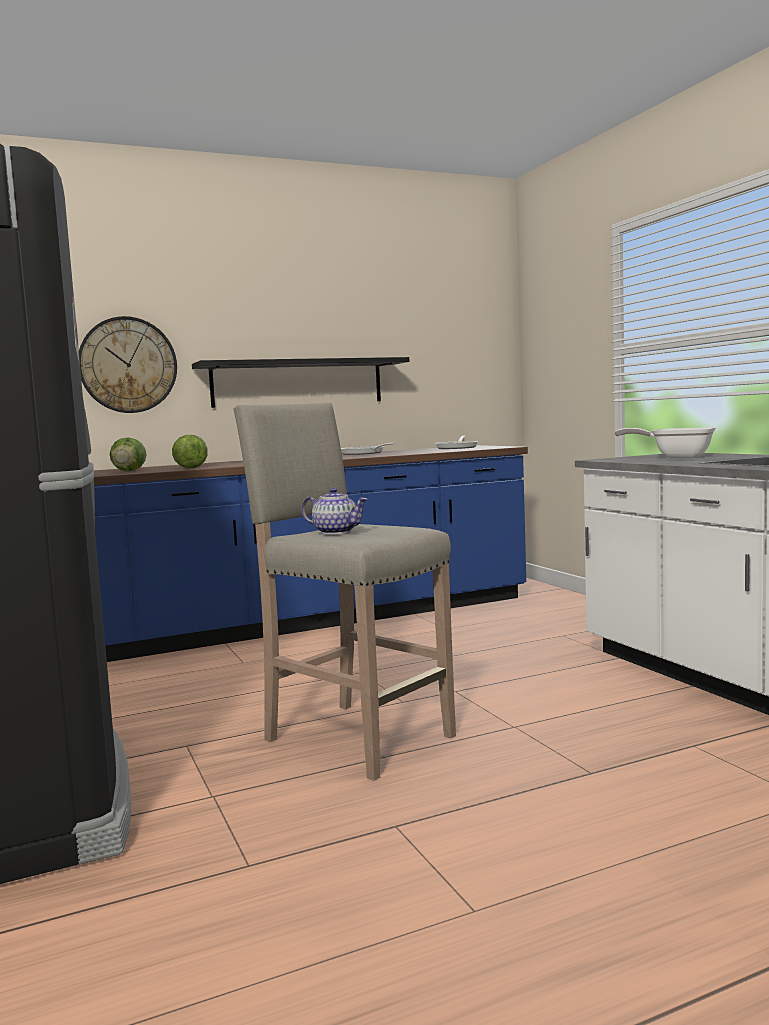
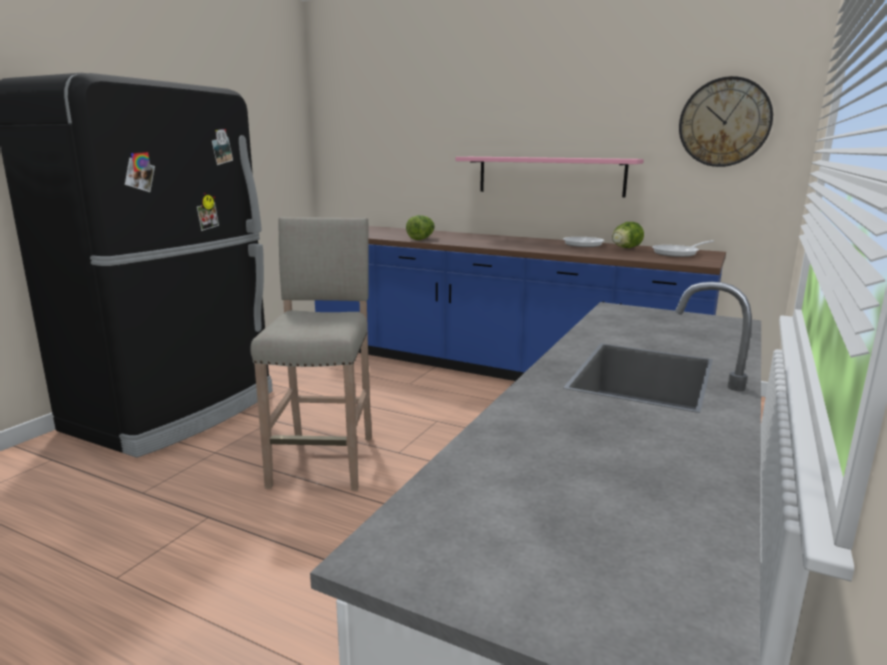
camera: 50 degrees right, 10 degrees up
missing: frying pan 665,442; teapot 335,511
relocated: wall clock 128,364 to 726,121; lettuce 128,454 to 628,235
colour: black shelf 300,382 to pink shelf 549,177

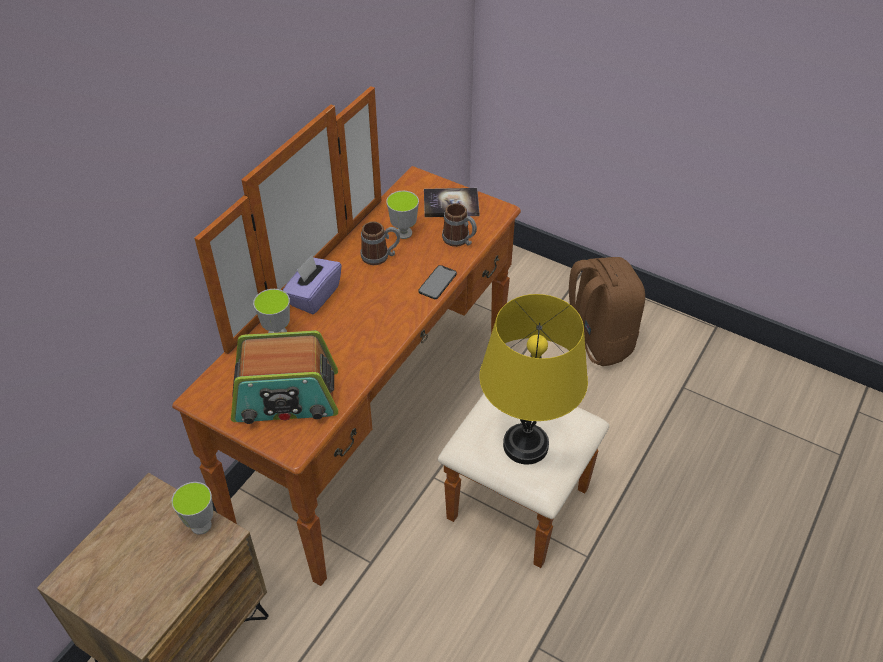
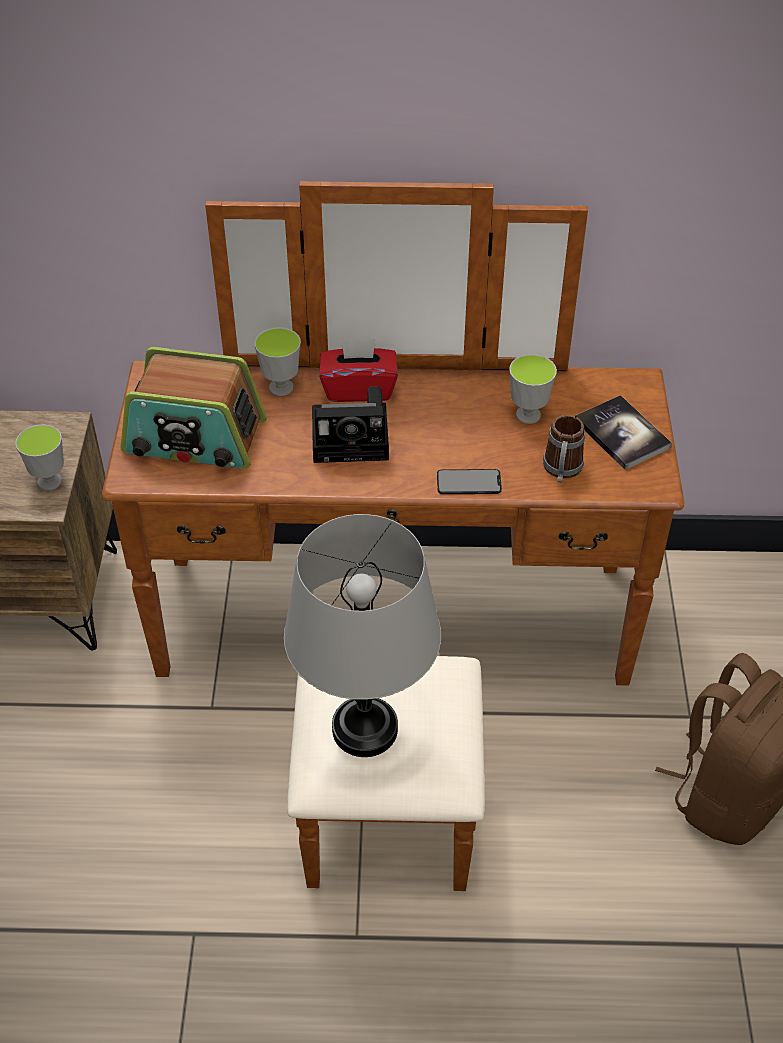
camera: 60 degrees right, 0 degrees up
missing: mug 380,243
appeared: photo camera 350,425
colour: purple tissue box 312,284 to red tissue box 358,370; yellow table lamp 533,379 to grey table lamp 362,635
spun: radio 284,377 = 194,408 45 degrees counterclockwise

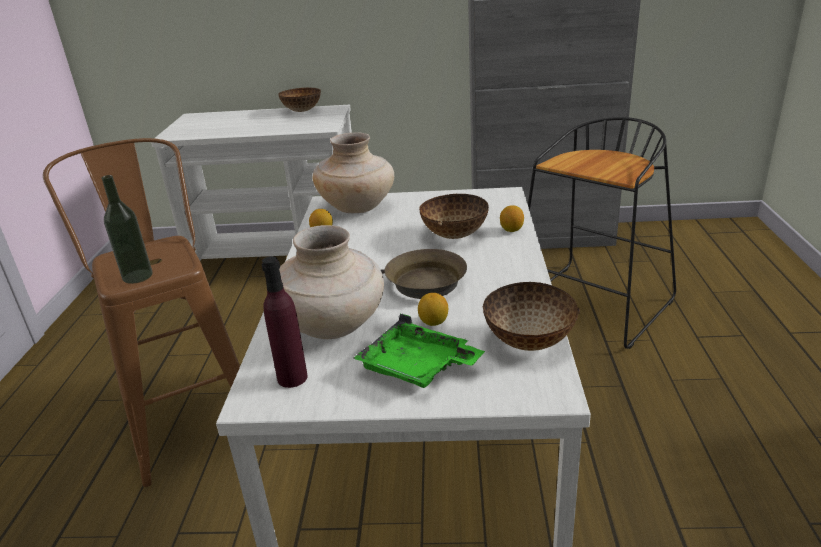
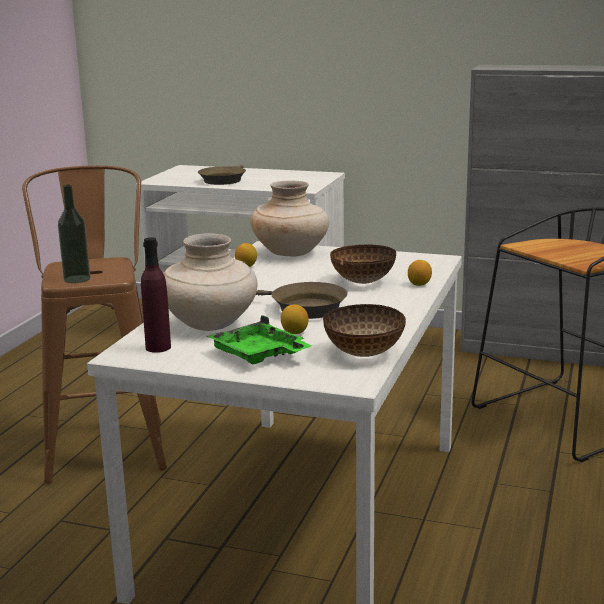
camera: 15 degrees right, 10 degrees down
missing: bowl 299,100
appeared: brown frying pan 222,175

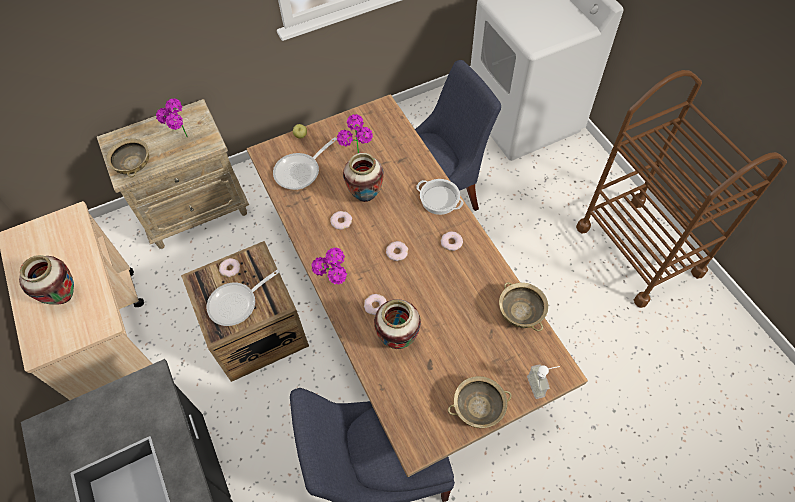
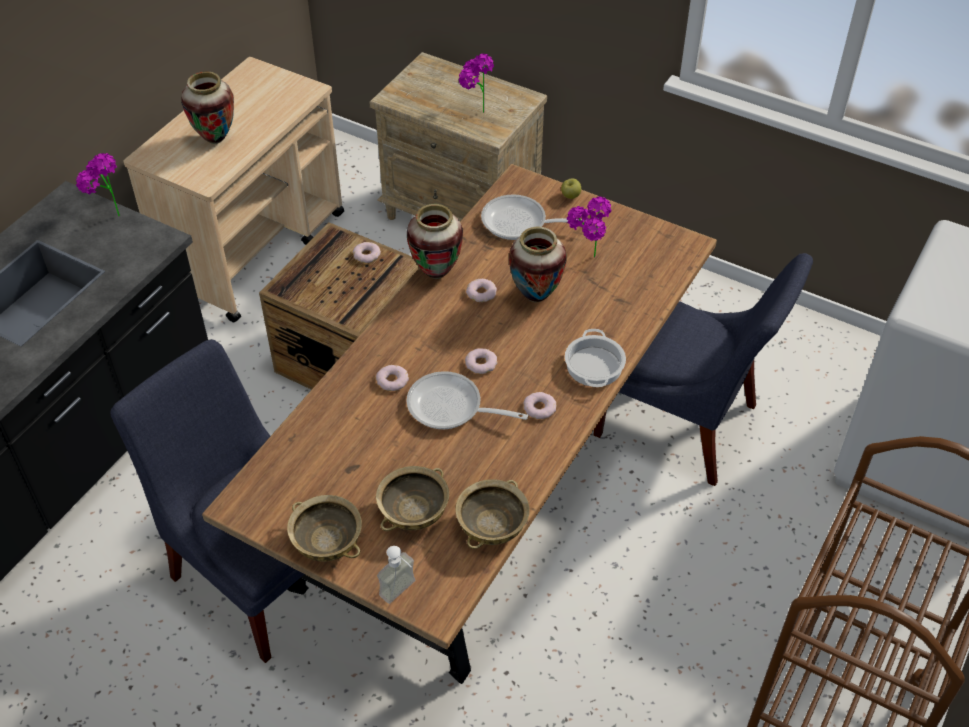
camera: 55 degrees right, 10 degrees down
relocated: beige bowl 128,157 to 412,498; potted plant 329,266 to 98,184; frying pan 243,297 to 467,400; vase 397,324 to 435,241

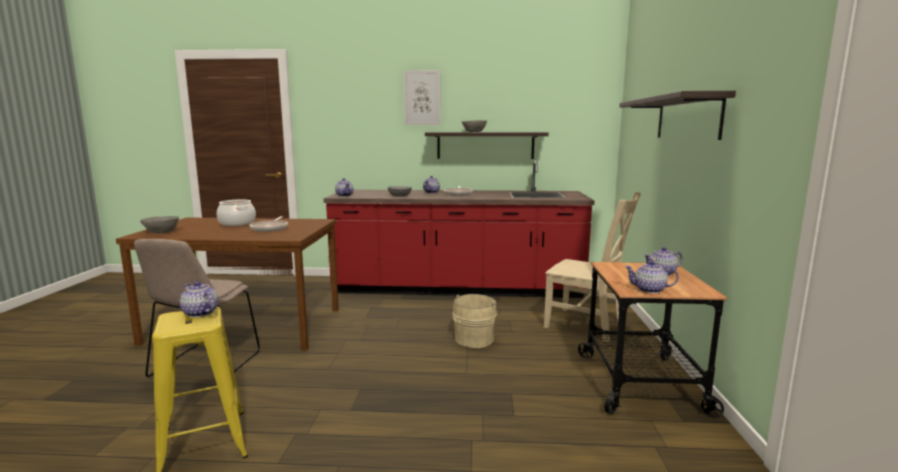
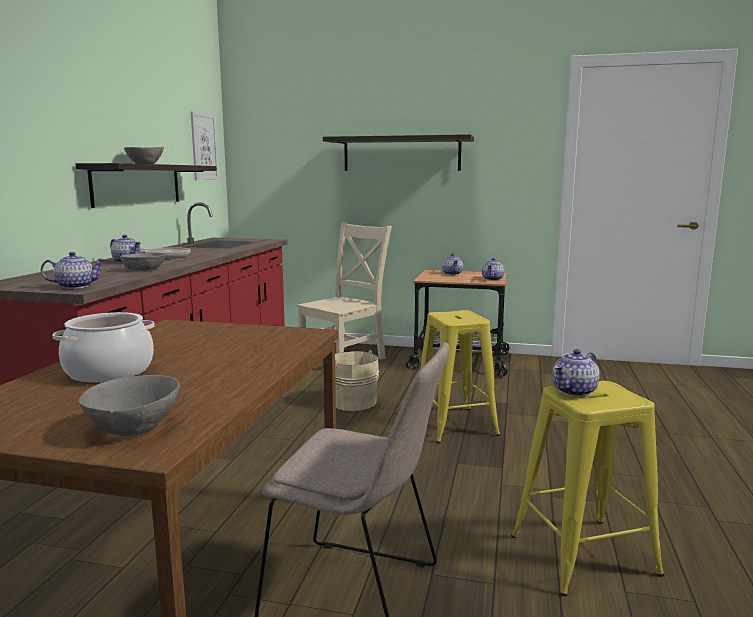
camera: 80 degrees left, 0 degrees up
missing: frying pan 268,224
appeared: yellow stool 460,376
relocated: picture 422,97 to 205,145

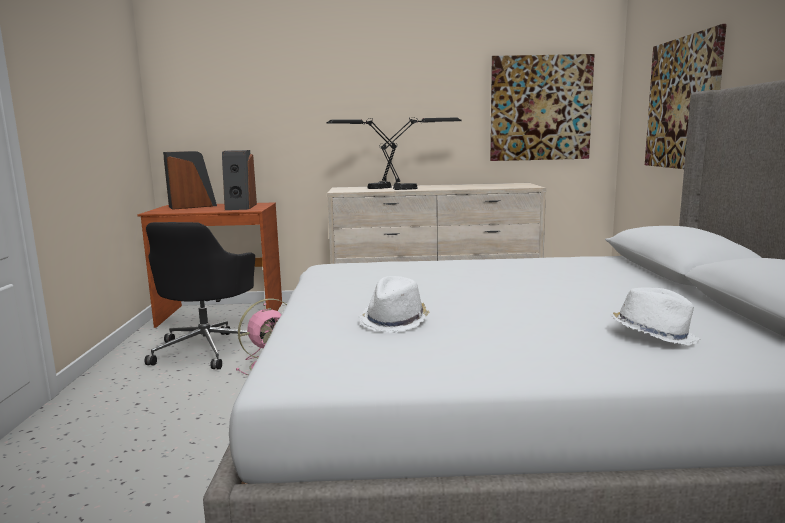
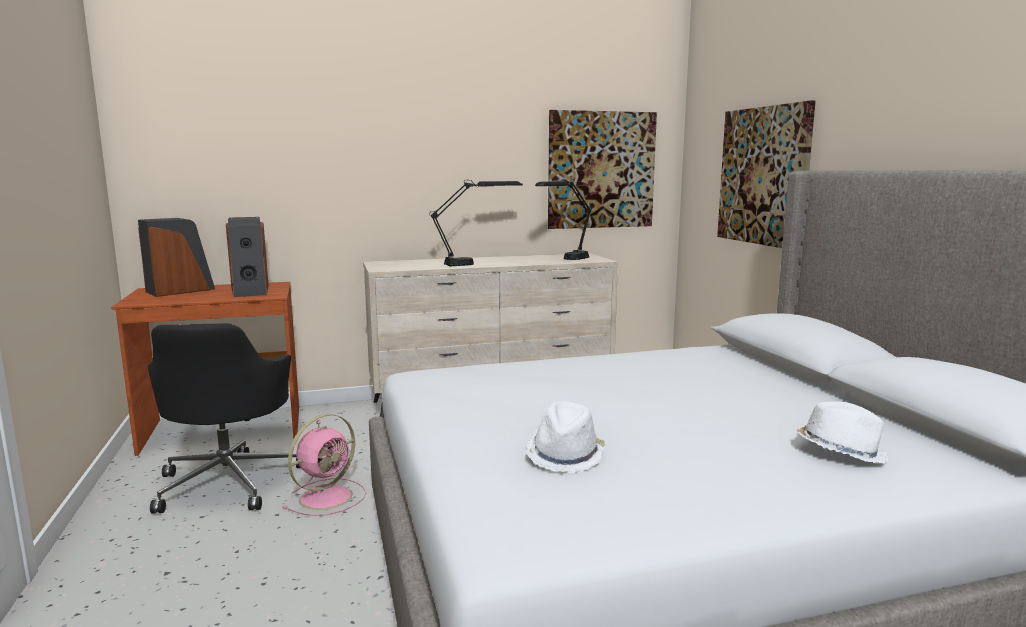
camera: 15 degrees left, 0 degrees up
relocated: black table lamp 361,153 to 563,219

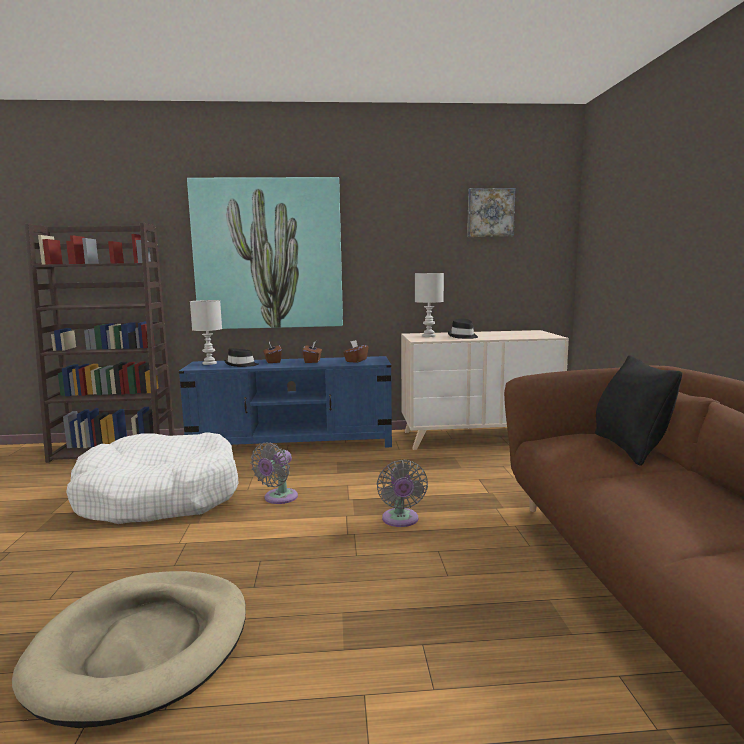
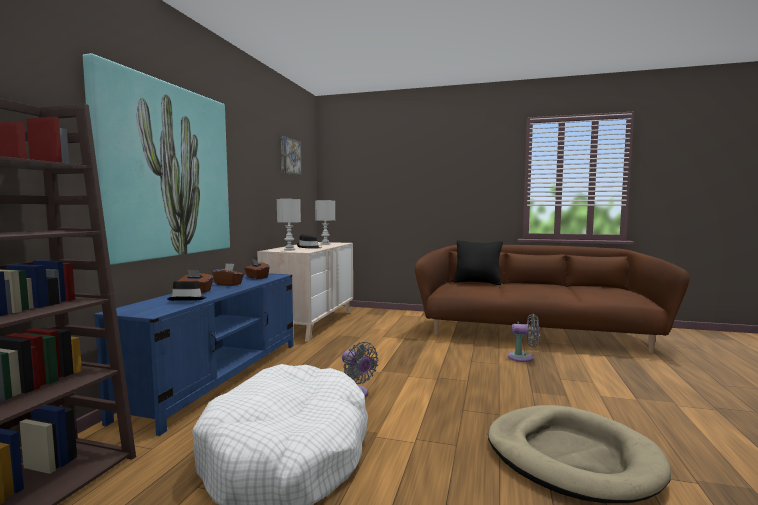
camera: 70 degrees left, 5 degrees down
relocated: white table lamp 206,332 to 325,222; grey fan 402,493 to 523,338

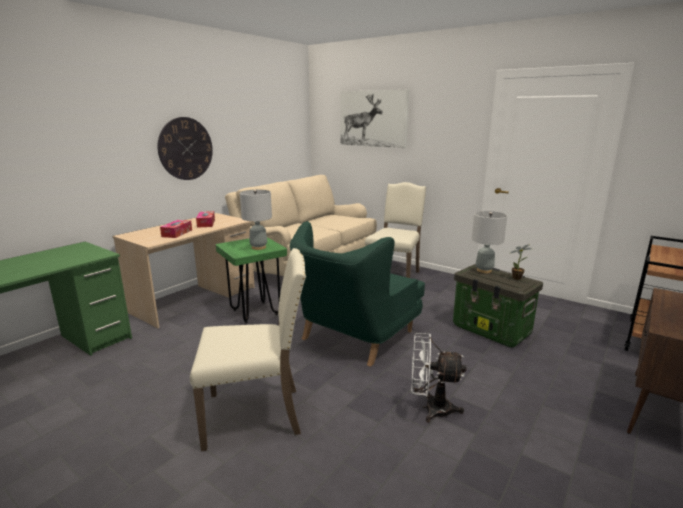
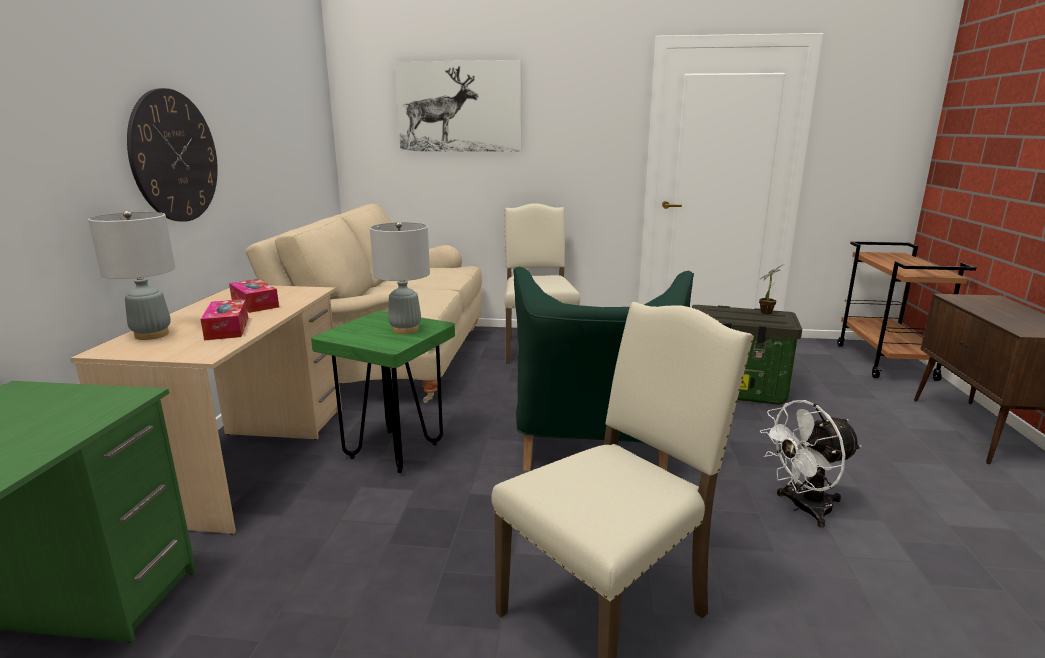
camera: 30 degrees left, 0 degrees up
relocated: grey table lamp 489,242 to 131,275

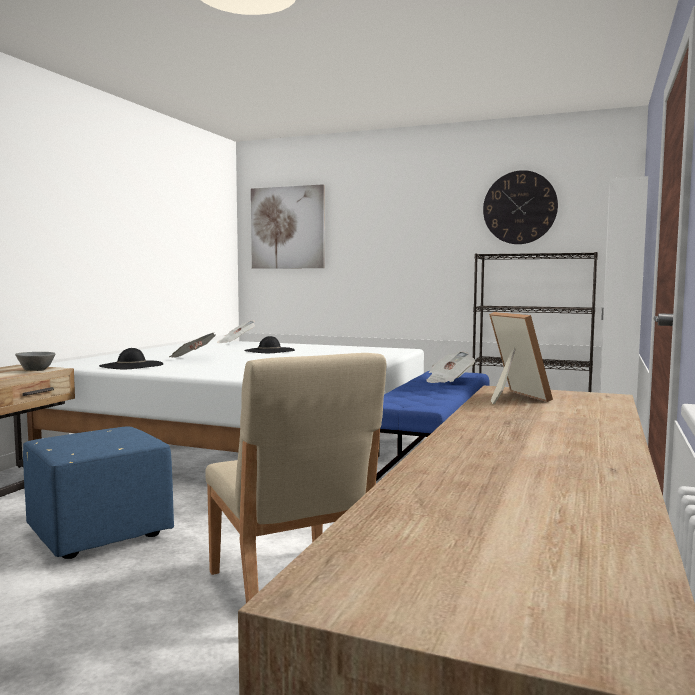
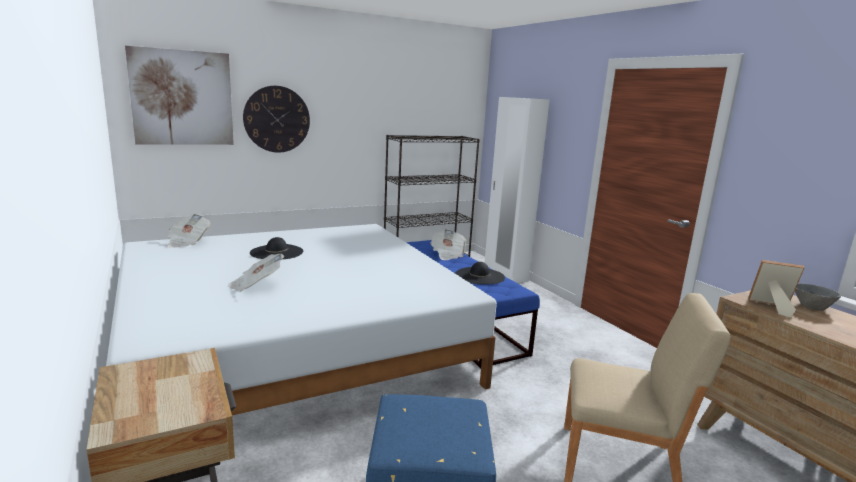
camera: 50 degrees left, 10 degrees up
relocated: wall clock 520,207 to 276,119; black hat 131,358 to 480,273; grey bowl 35,361 to 818,297

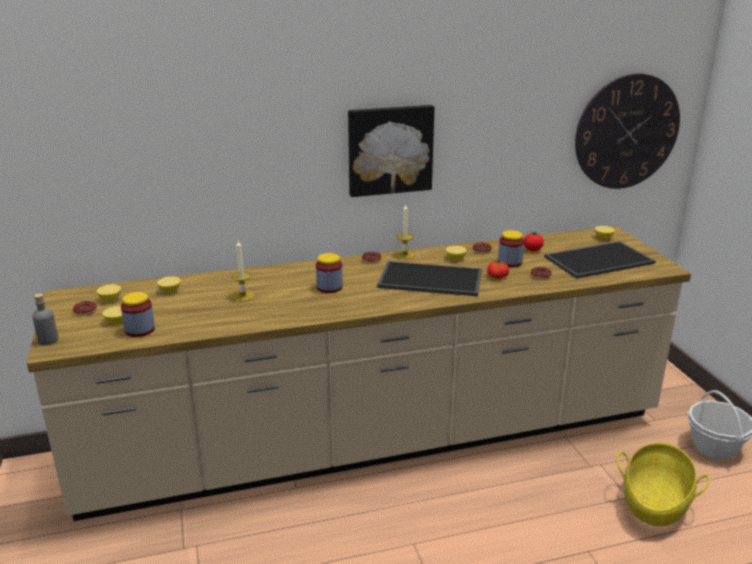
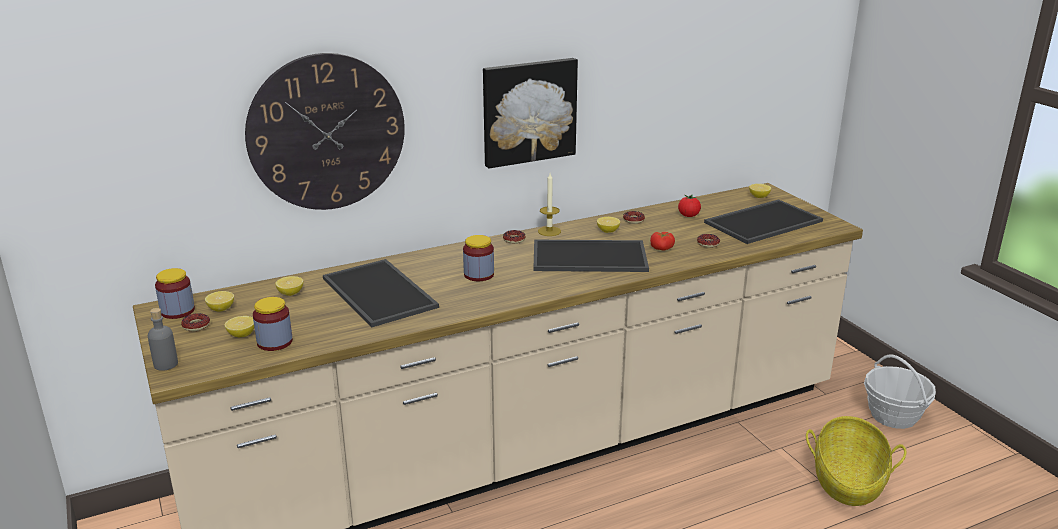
camera: 10 degrees left, 0 degrees up
relocated: wall clock 627,131 to 325,131; jar 511,248 to 175,293
exchanged: candle 243,271 to tray 381,293

